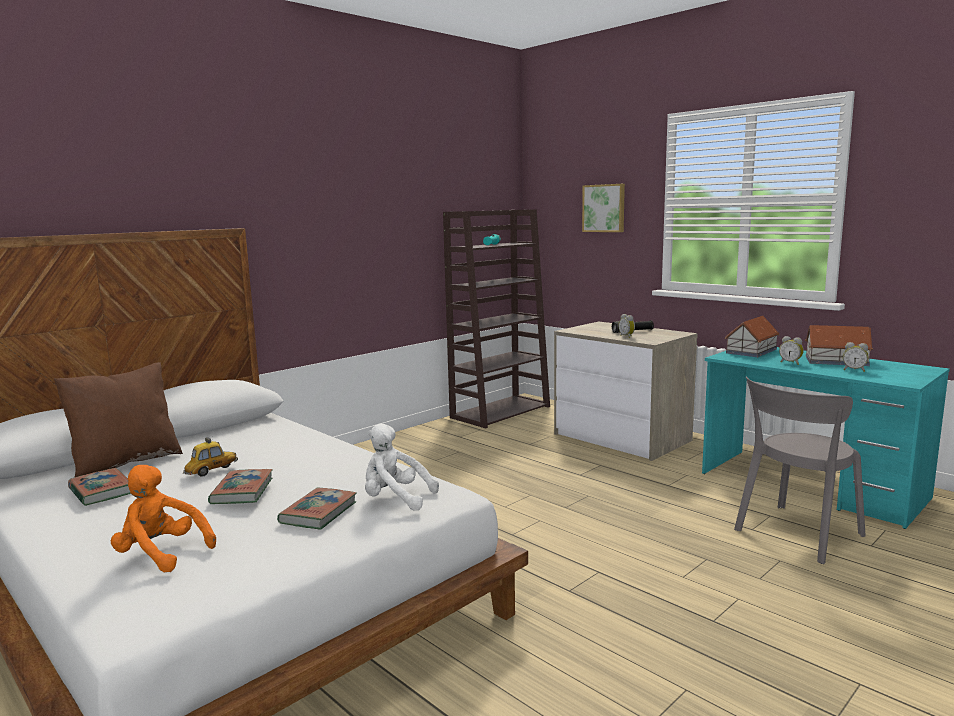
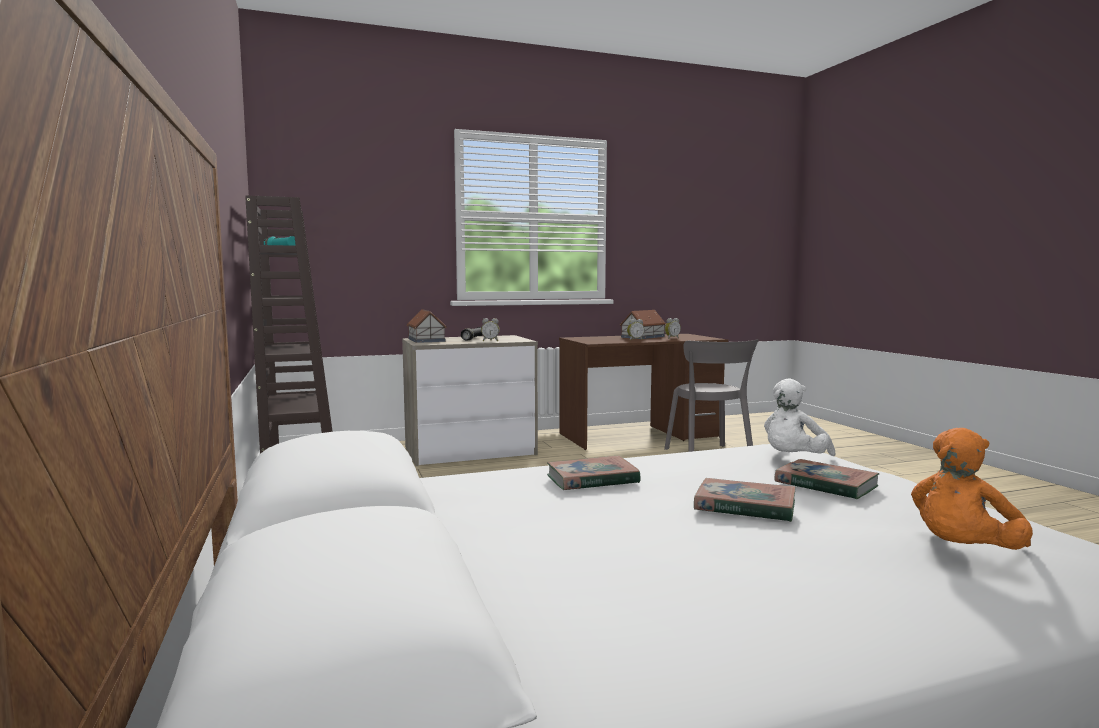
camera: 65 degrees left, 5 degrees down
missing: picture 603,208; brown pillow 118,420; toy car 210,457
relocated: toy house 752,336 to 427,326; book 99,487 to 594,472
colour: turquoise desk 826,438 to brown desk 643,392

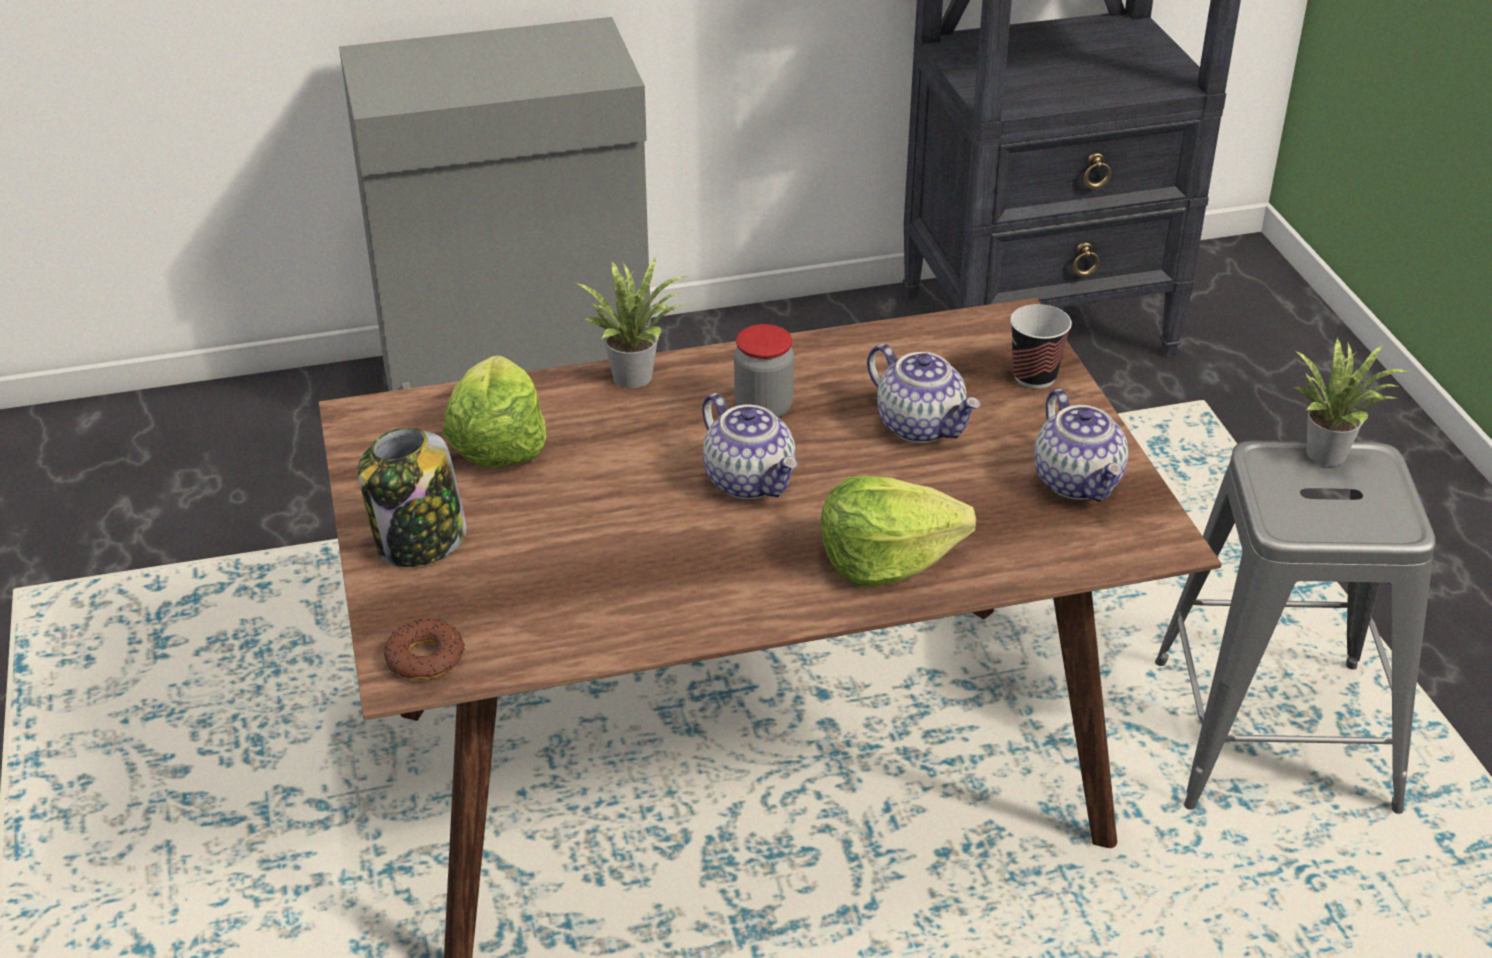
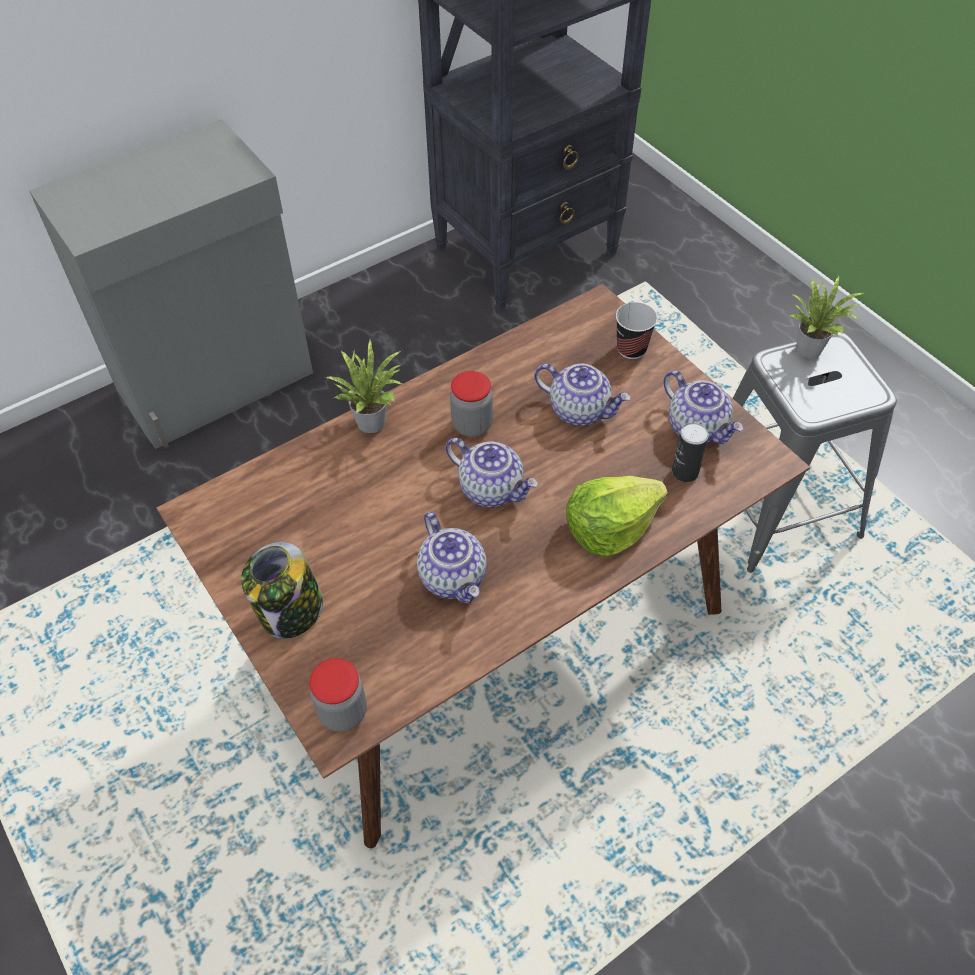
camera: 20 degrees left, 15 degrees up
missing: lettuce 494,411
appeared: can 690,452; teapot 452,557
exchanged: donut 424,649 to jar 338,695

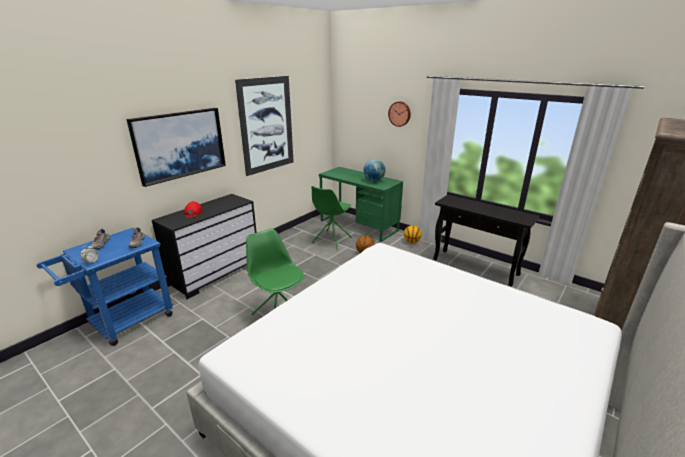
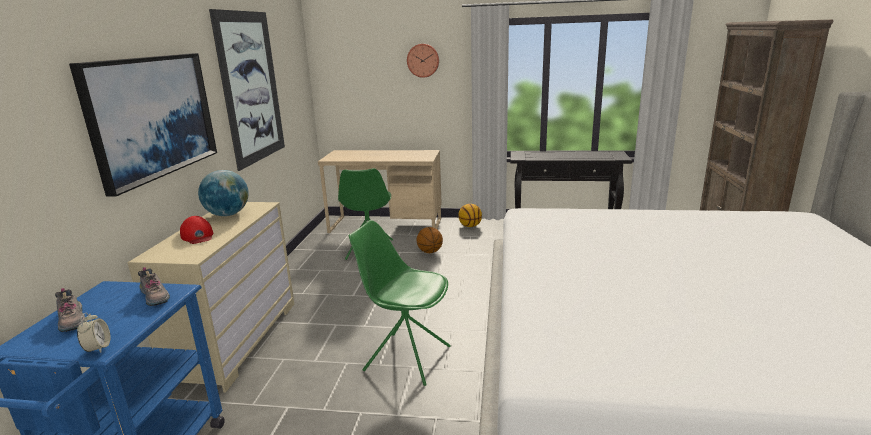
camera: 30 degrees left, 5 degrees down
relocated: globe 374,170 to 223,193
colour: green desk 361,204 to beige desk 380,191; black dresser 204,246 to beige dresser 211,297

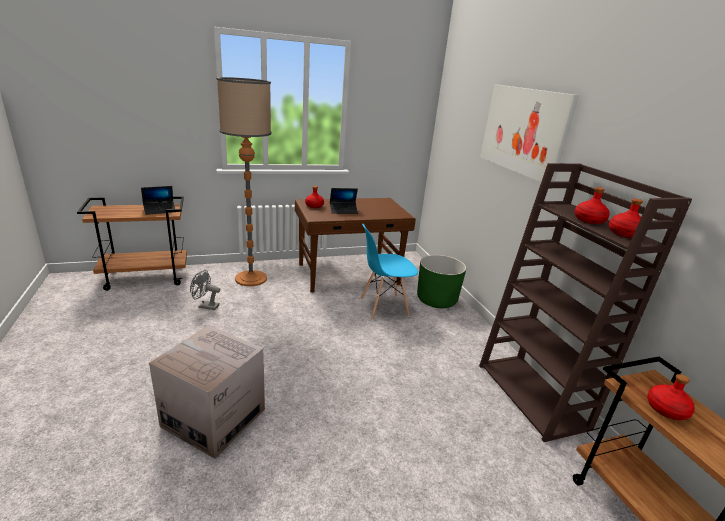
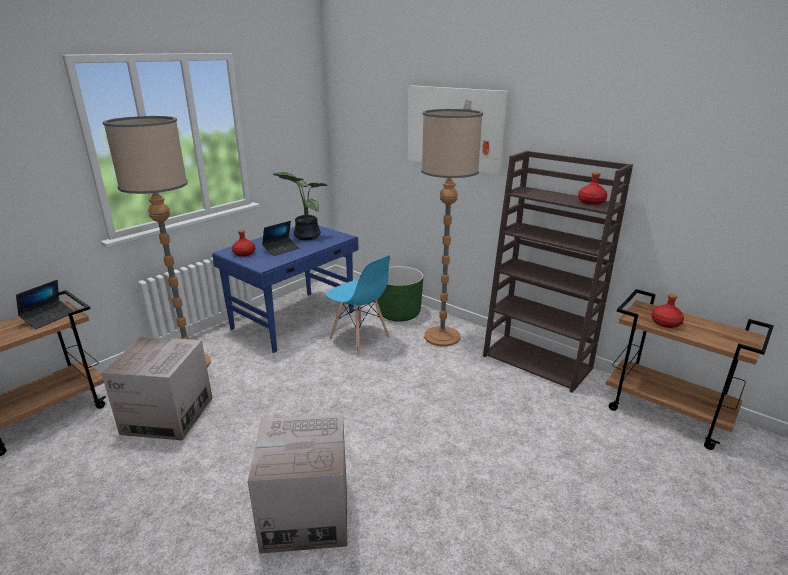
camera: 30 degrees left, 0 degrees up
missing: red bottle 592,205
appeared: floor lamp 452,227; potted plant 300,206
exchanged: grey fan 205,290 to cardboard box 157,388
colour: brown desk 355,245 to blue desk 285,289
spun: blue chair 389,271 = 357,305 90 degrees counterclockwise

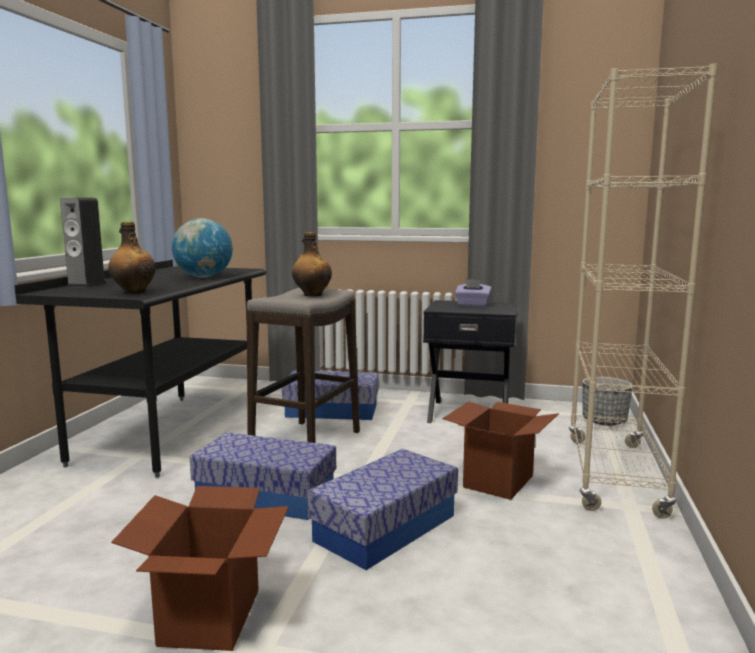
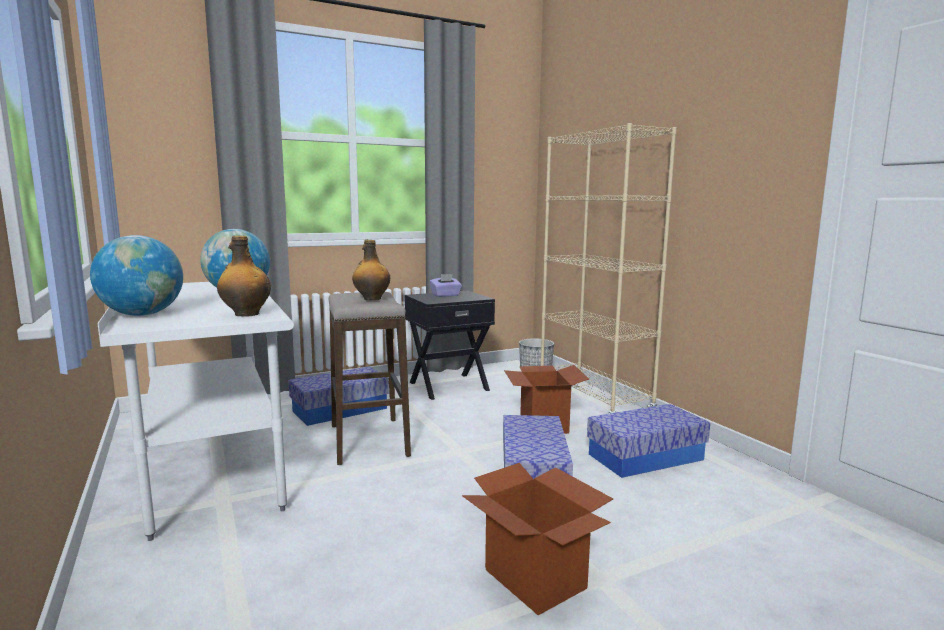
camera: 40 degrees left, 0 degrees up
relocated: storage box 263,476 to 648,441
exchanged: speaker 83,243 to globe 136,275
colour: black desk 140,369 to white desk 195,411

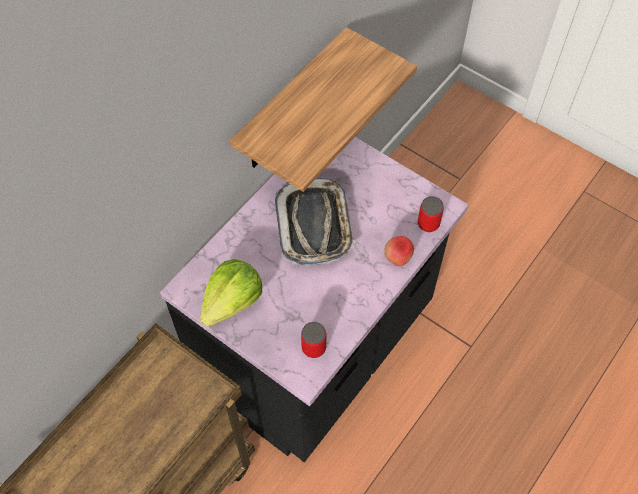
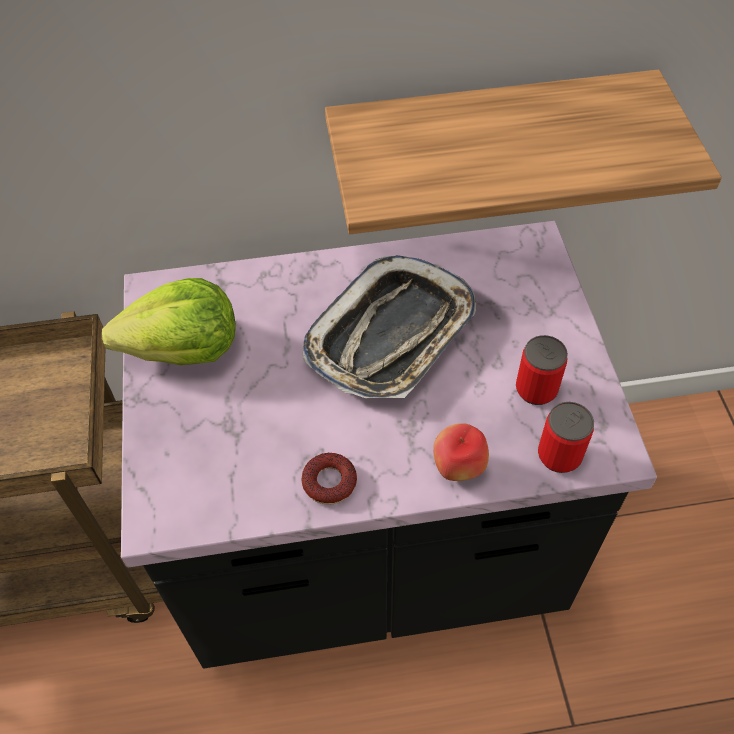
camera: 45 degrees right, 5 degrees down
appeared: donut 329,479
relocated: can 313,340 to 542,370

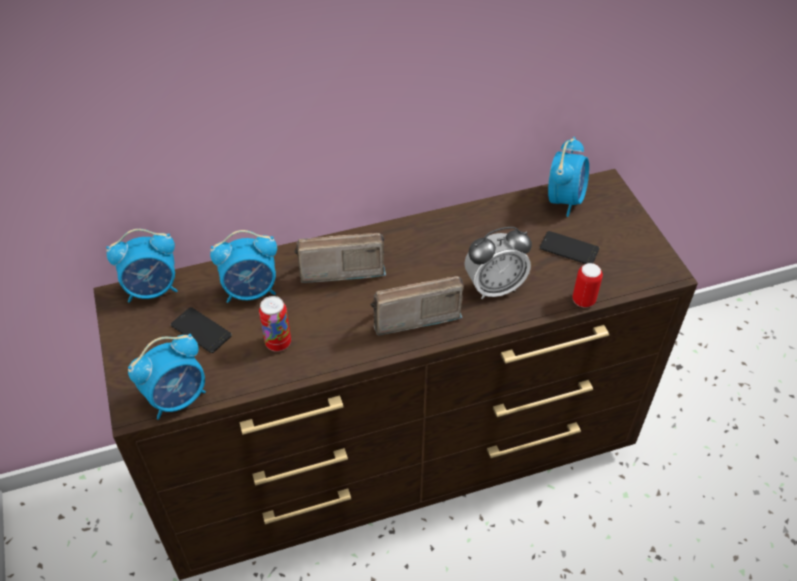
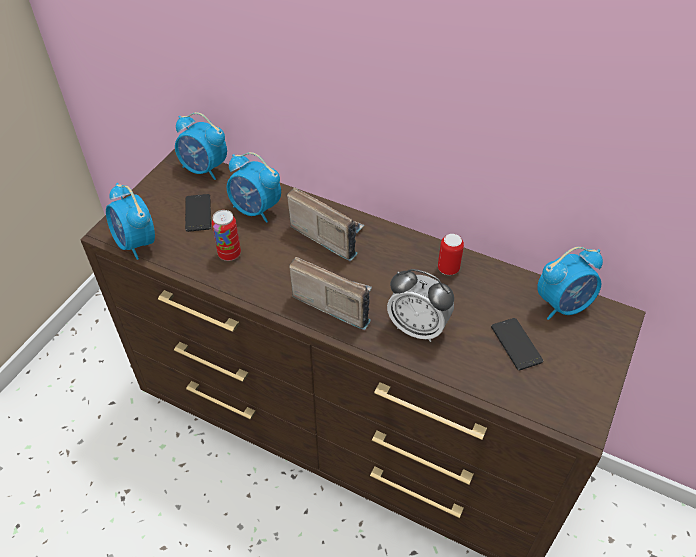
camera: 45 degrees right, 0 degrees up
relocated: can 588,285 to 451,254
spun: alarm clock 167,377 = 130,221 45 degrees clockwise

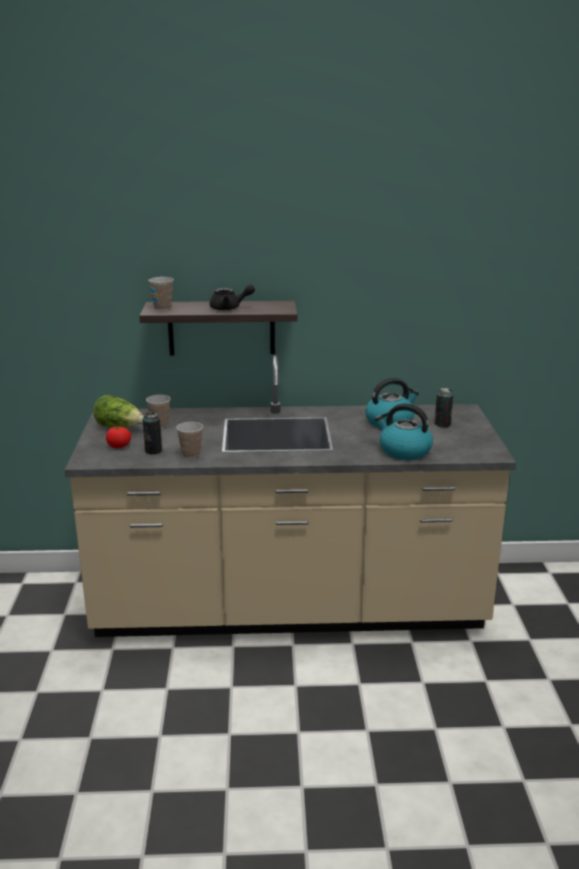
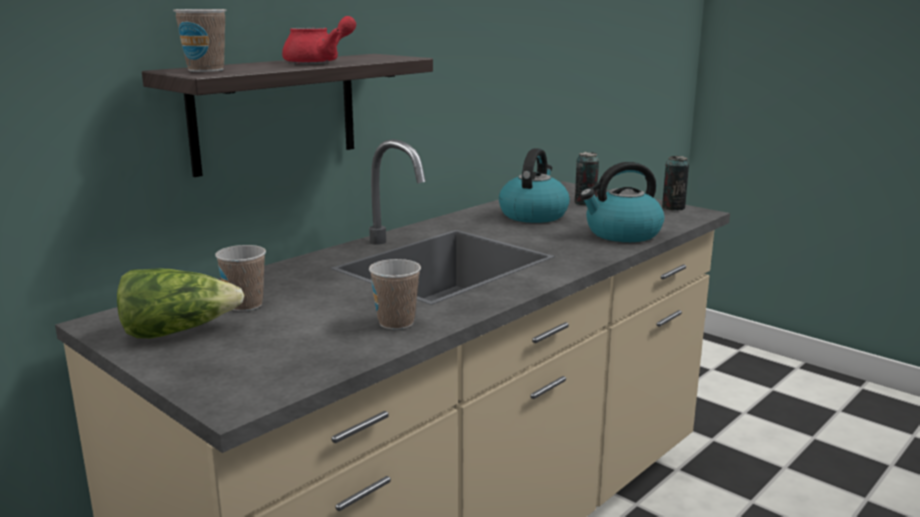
camera: 45 degrees left, 5 degrees down
missing: tomato 118,437
relocated: can 153,433 to 675,183
colour: black teapot 232,297 to red teapot 319,40

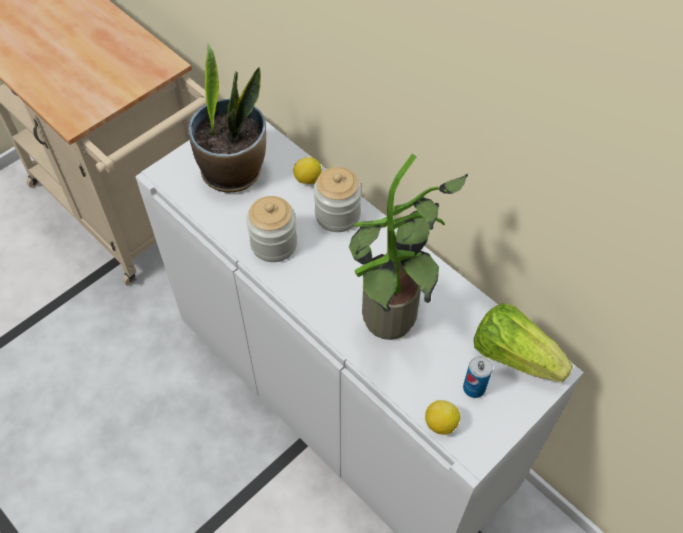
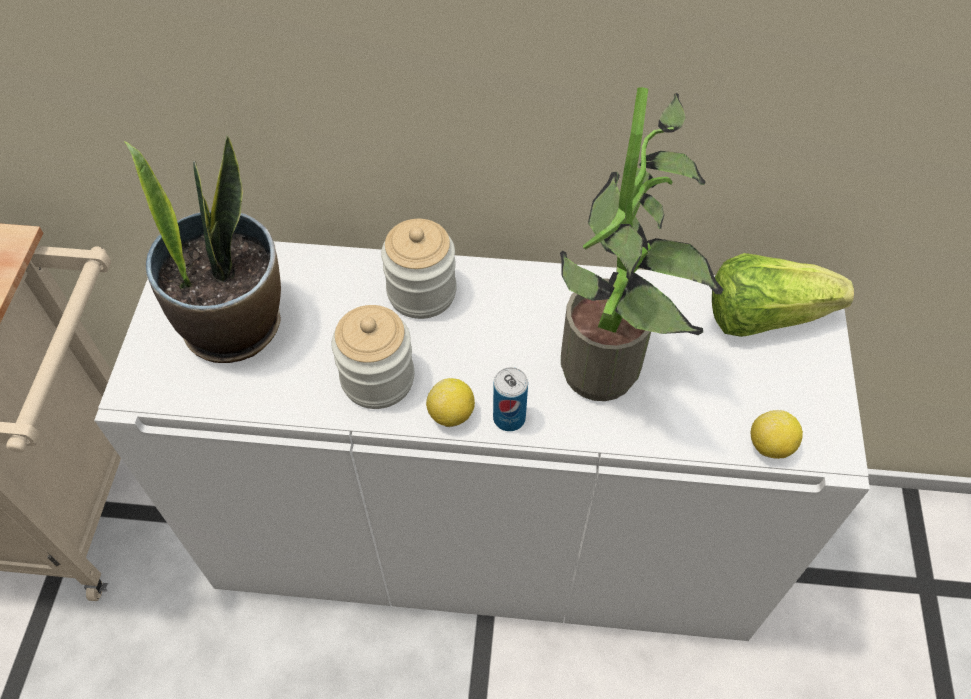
camera: 40 degrees left, 0 degrees up
relocated: lemon 307,170 to 450,402; can 478,377 to 510,399

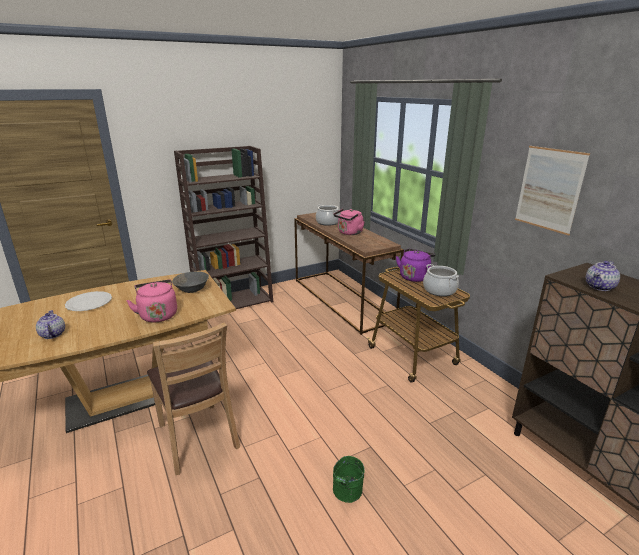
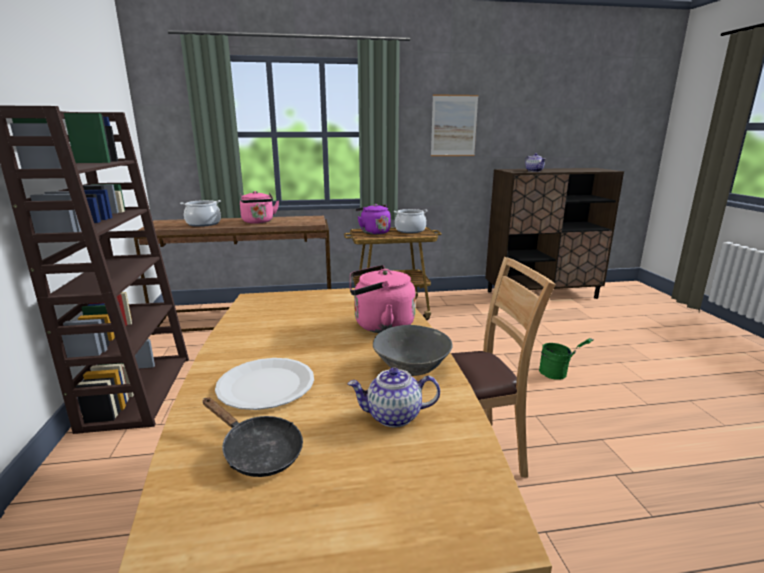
camera: 70 degrees left, 5 degrees down
appeared: black frying pan 253,437
relocated: grey bowl 190,282 to 413,350

